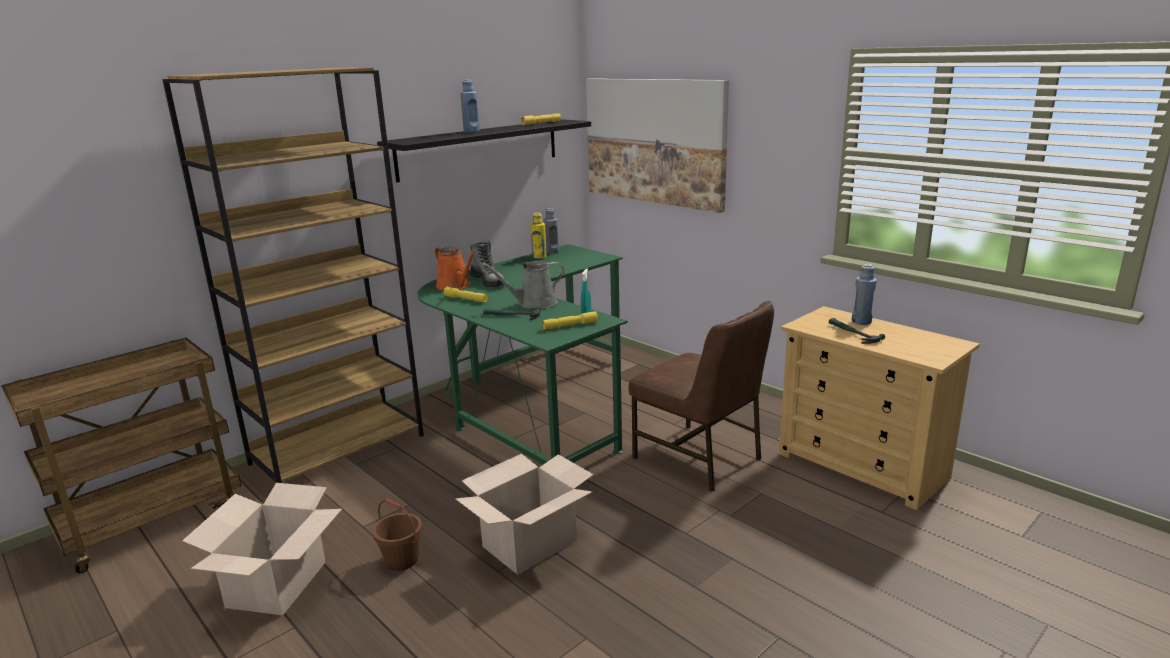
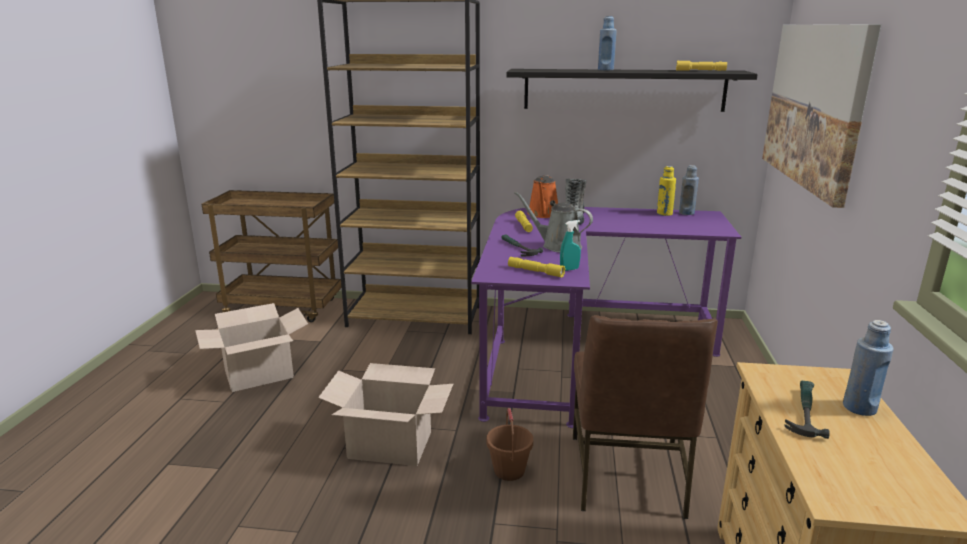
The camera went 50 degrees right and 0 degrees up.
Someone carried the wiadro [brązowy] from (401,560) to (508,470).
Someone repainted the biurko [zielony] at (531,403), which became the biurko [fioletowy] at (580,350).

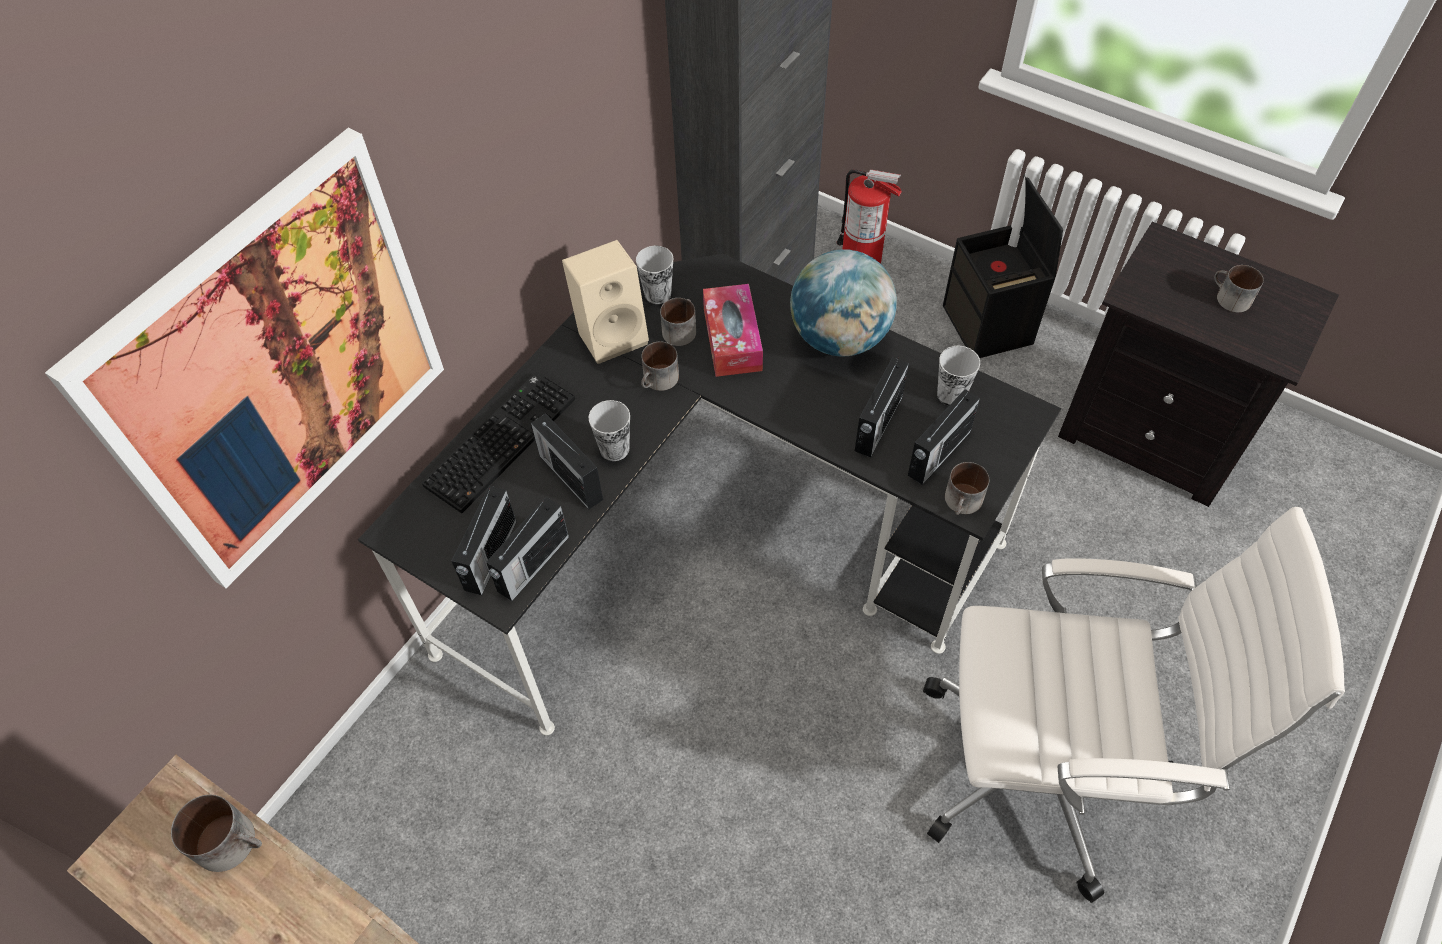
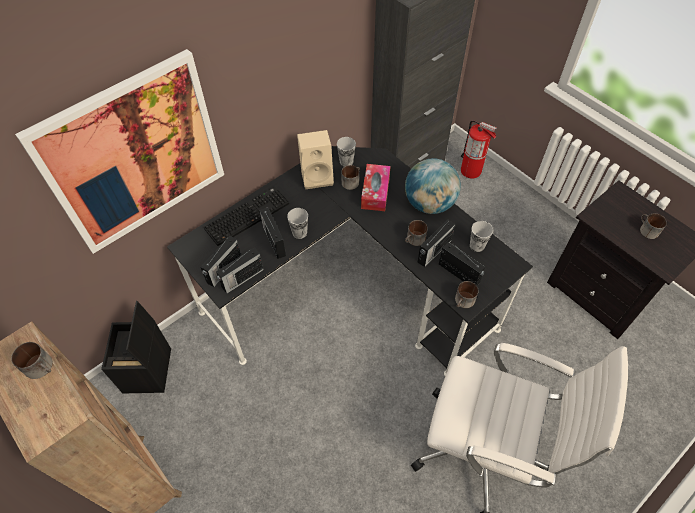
The camera went 15 degrees right and 0 degrees up.
Someone carried the kubek from (659,381) to (414,240).
Someone rotated the radio at (937,454) by 105 degrees counterclockwise.
Someone carried the pojemnik do przechowywania [czarny] from (989,326) to (148,371).

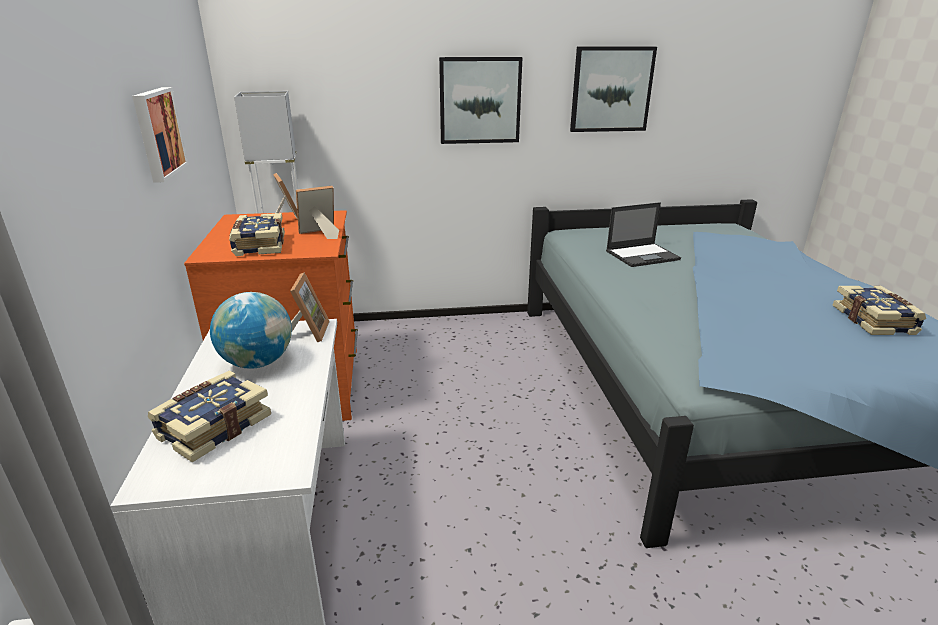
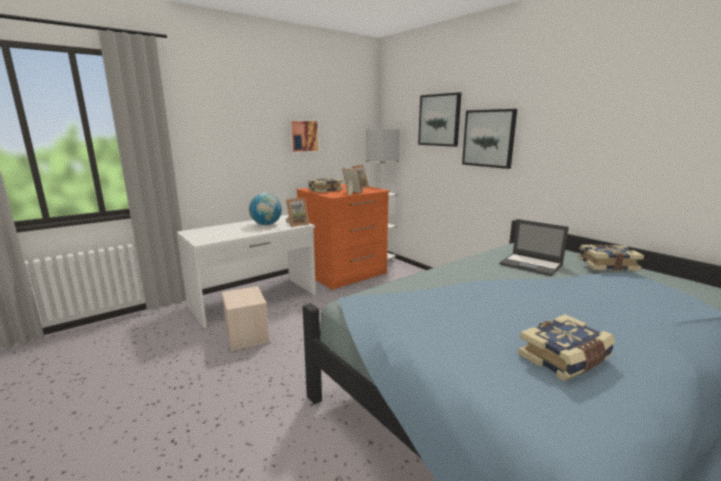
The camera went 60 degrees right and 10 degrees down.
Someone carried the książka from (213,426) to (607,265).
Someone carried the obraz from (611,89) to (439,120).
Someone put down the pojemnik do przechowywania [beżowy] at (246,335).

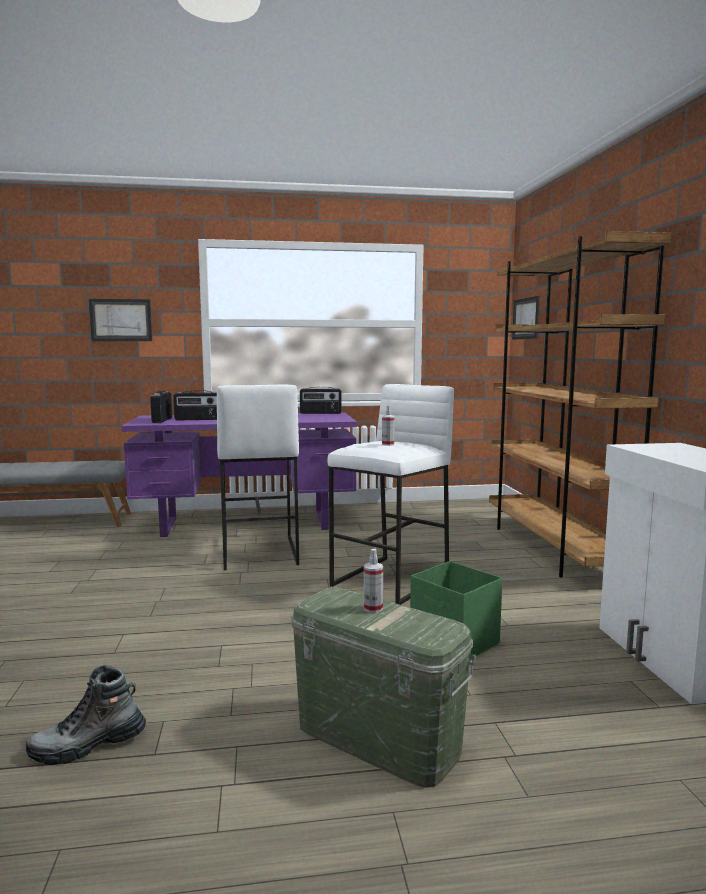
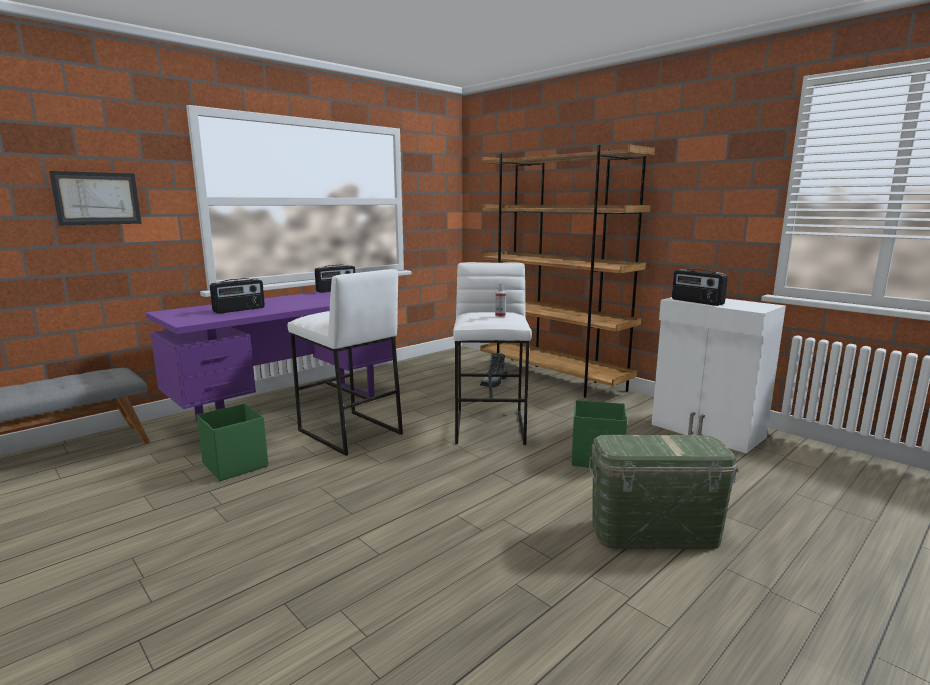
The camera went 35 degrees left and 5 degrees up.
Someone carried the but z cholewką from (88,745) to (494,382).
Someone carried the radio from (161,420) to (696,302).
Someone took away the spryskiwacz at (373,608).
Someone took away the obraz at (526,318).
Someone put down the pojemnik do przechowywania [zielony] at (235,464).

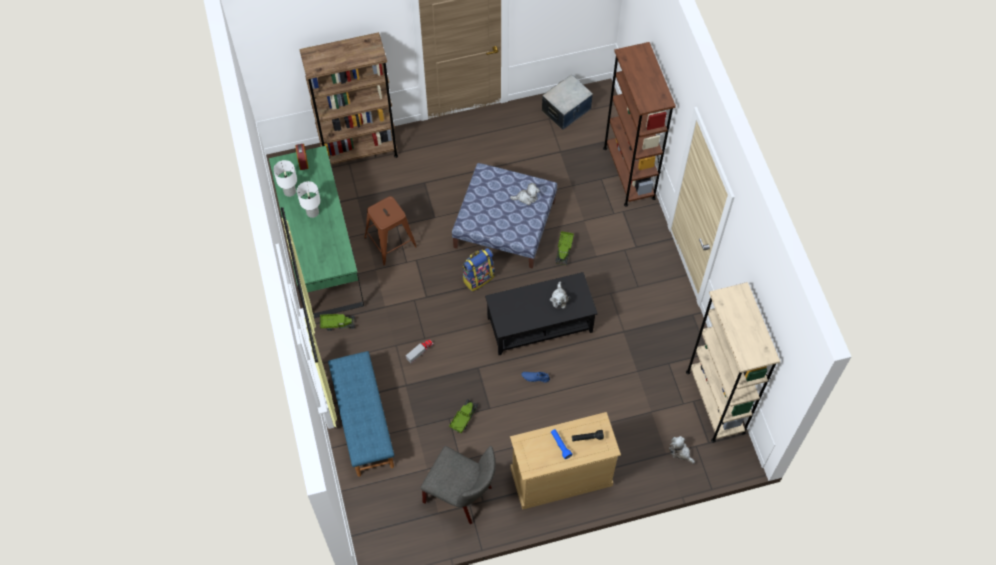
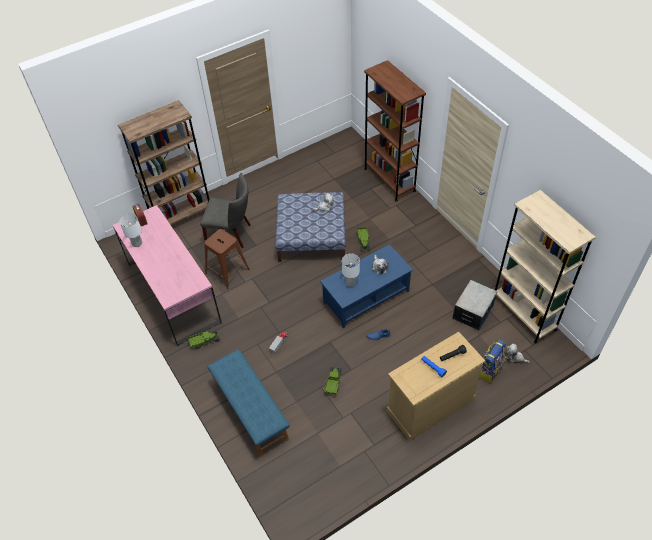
The camera went 15 degrees left and 10 degrees down.
Someone repainted the biurko [zielony] at (321,250), which became the biurko [różowy] at (173,292).
Someone carried the lampa stołowa [biały] from (313,212) to (351,282).
Someone carried the krzesło [szary] from (462,495) to (231,234).
Someone carried the plecak from (478,278) to (489,370).
Someone repainted the ława [czarny] at (539,324), which became the ława [niebieski] at (366,297).
Someone carried the pojemnik do przechowywania from (566,110) to (473,312).

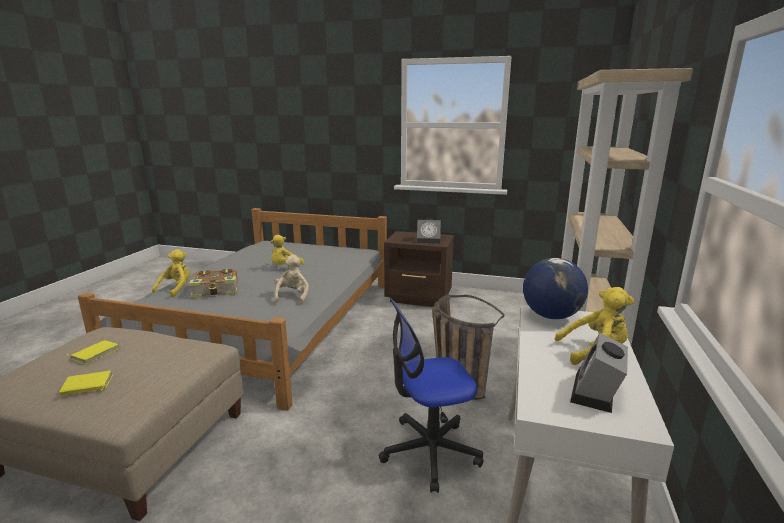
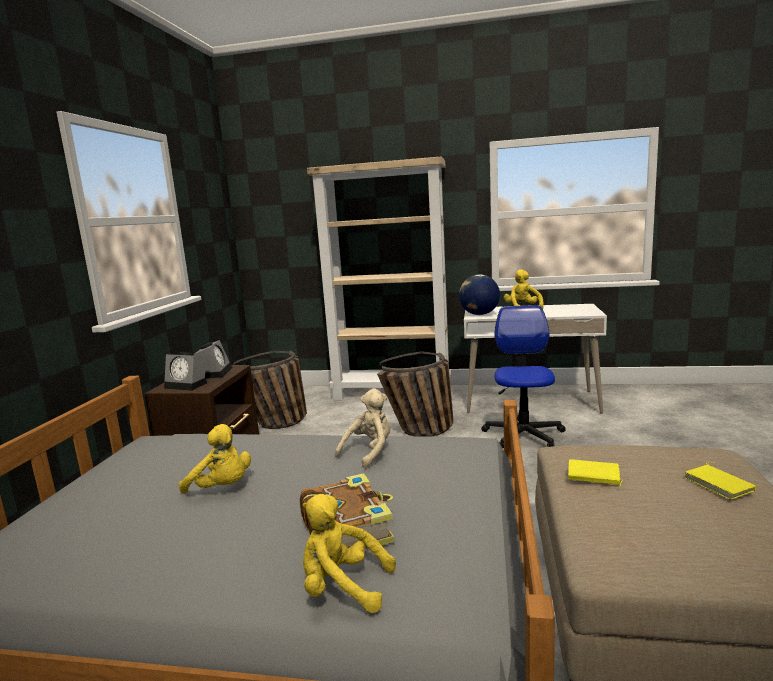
The camera went 95 degrees left and 5 degrees down.
Someone carried the książka [żółty] from (95,353) to (593,476).
Someone rotated the pluszak [beżowy] at (292,296) by 135 degrees clockwise.
Someone rotated the krzesło biurowe at (429,451) by 150 degrees counterclockwise.
Someone carried the budzik from (596,394) to (188,385).
Someone put down the koszyk at (277,425).

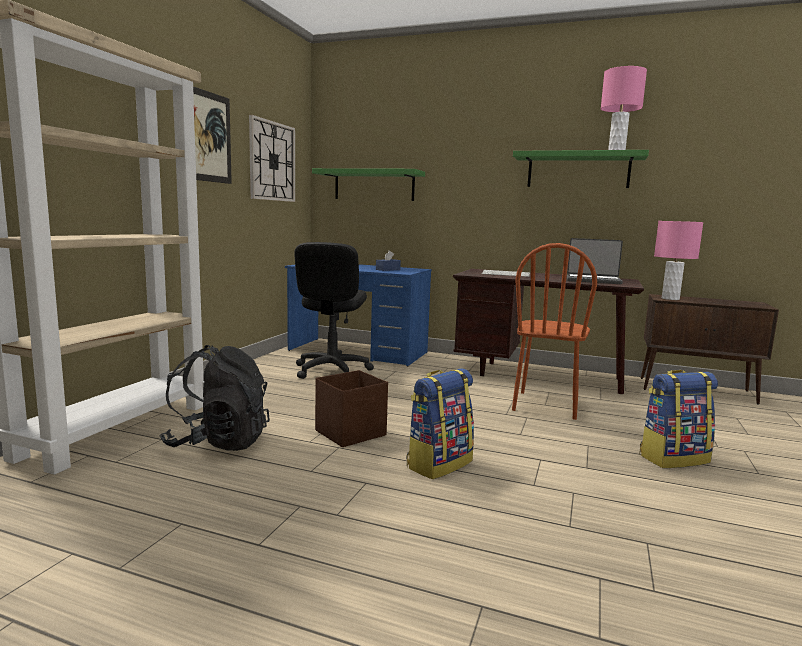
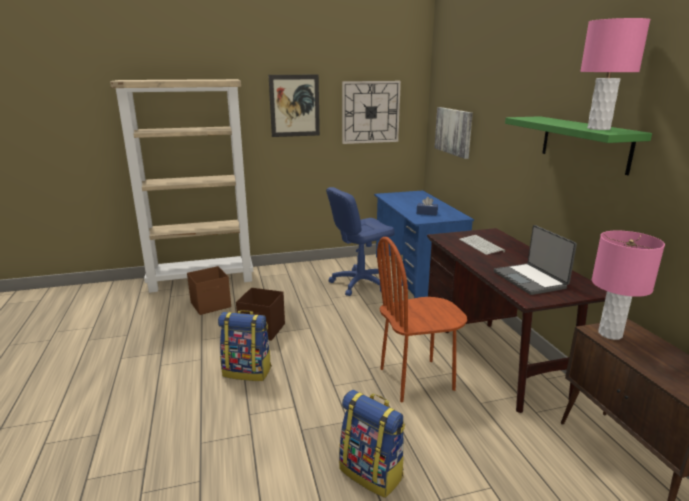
The camera went 55 degrees right and 10 degrees up.
Someone swapped the plecak [czarny] at (218,442) for the pojemnik do przechowywania [brązowy] at (211,305).
Someone repainted the krzesło biurowe [czarny] at (331,370), which became the krzesło biurowe [niebieski] at (360,283).
Someone swapped the półka [zielony] at (374,185) for the obraz at (454,131).

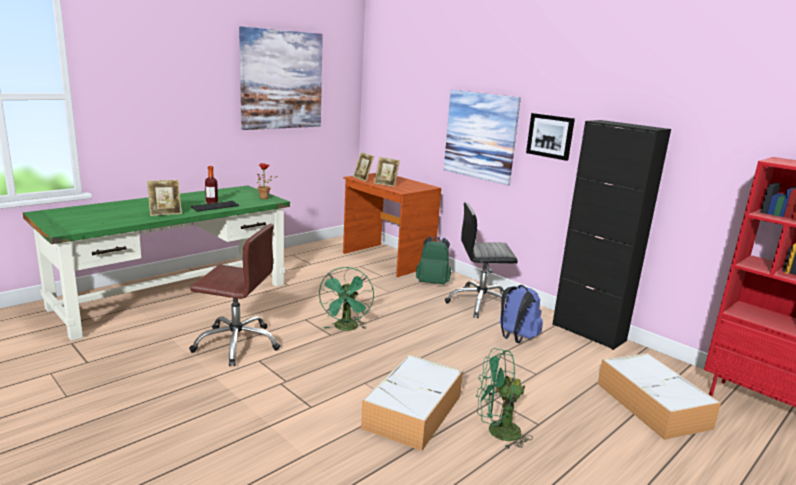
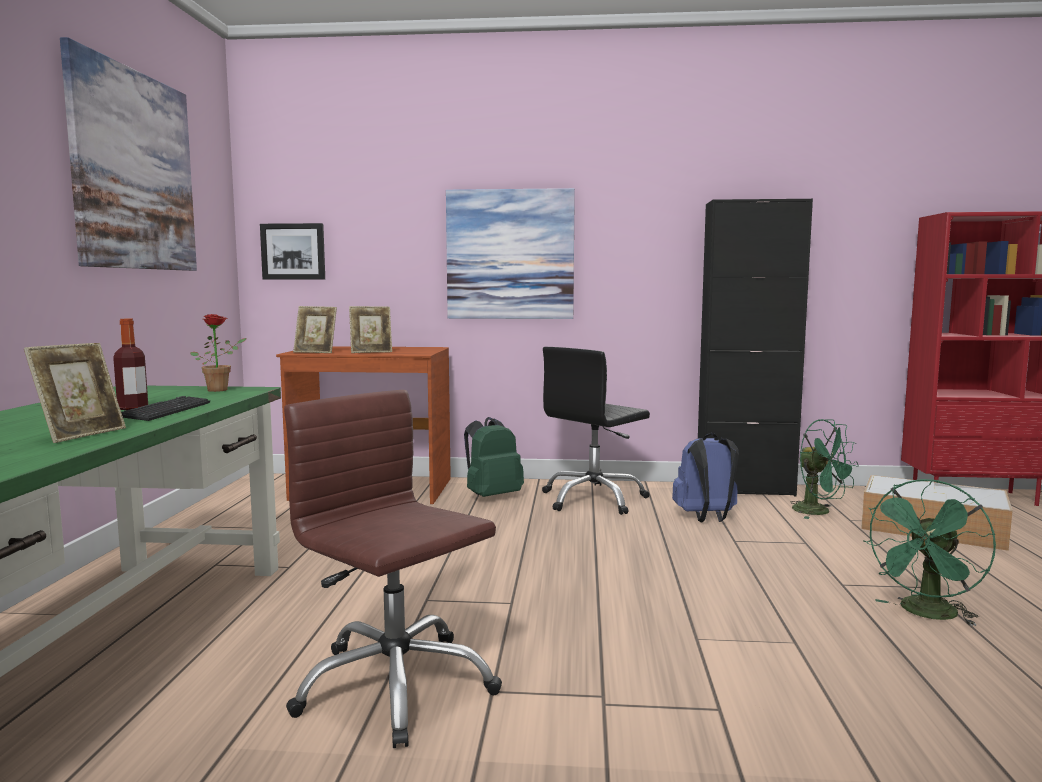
The camera went 40 degrees left and 10 degrees down.
Someone rotated the krzesło biurowe [brązowy] at (237,343) by 105 degrees counterclockwise.
Someone carried the wentylator [zielony] from (346,328) to (819,512).
Someone took away the pojemnik do przechowywania at (413,412).
Someone carried the obraz from (550,136) to (293,251).

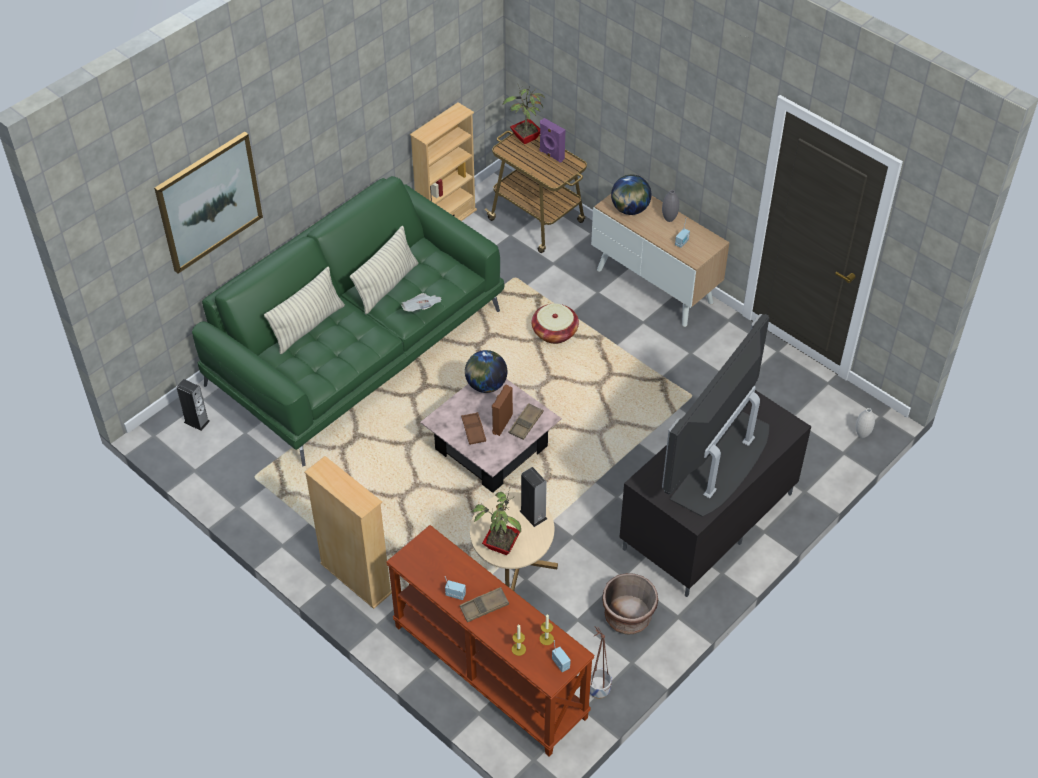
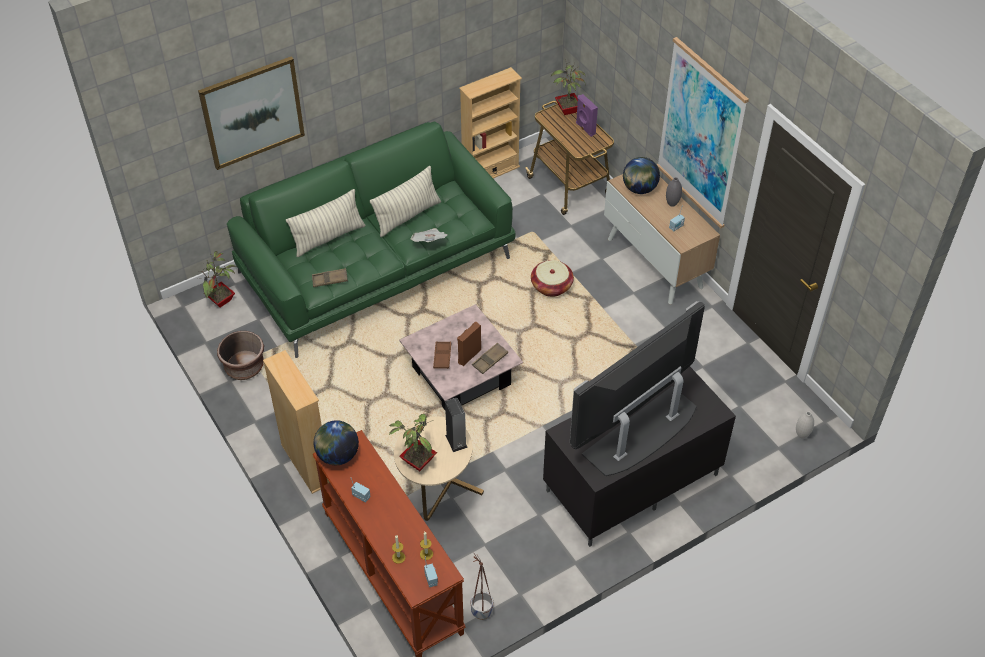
The camera went 15 degrees right and 0 degrees up.
Someone swapped the głośnik at (197,421) for the roślina doniczkowa at (222,301).
Someone carried the taca [brązowy] from (484,607) to (330,280).
Someone carried the globus from (486,385) to (337,455).
Someone carried the donica [brązowy] from (627,617) to (244,367).
Someone put up the obraz at (700,134).

